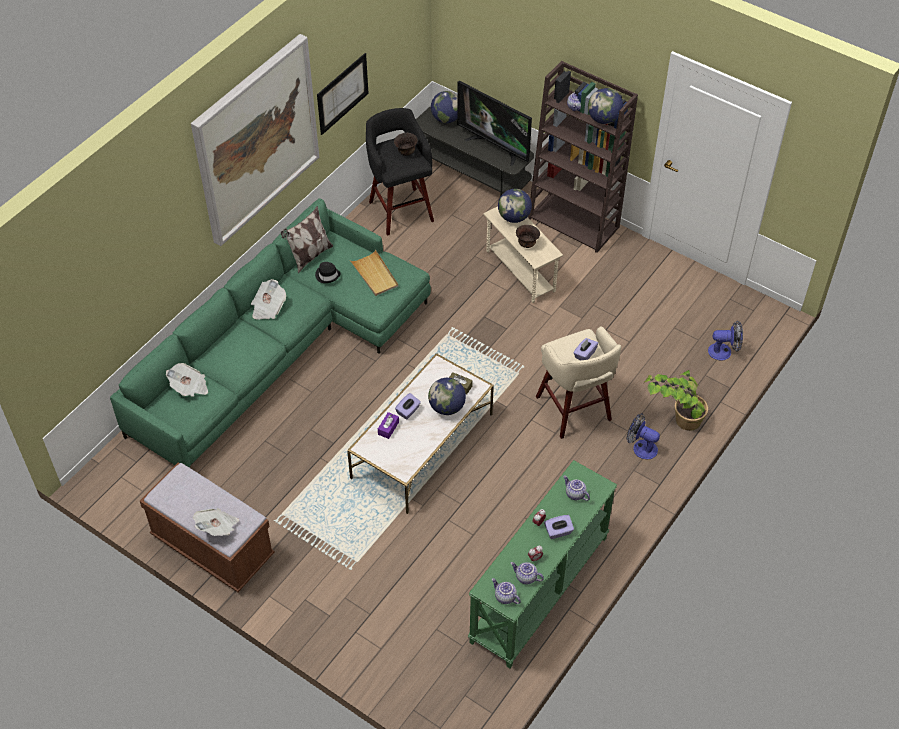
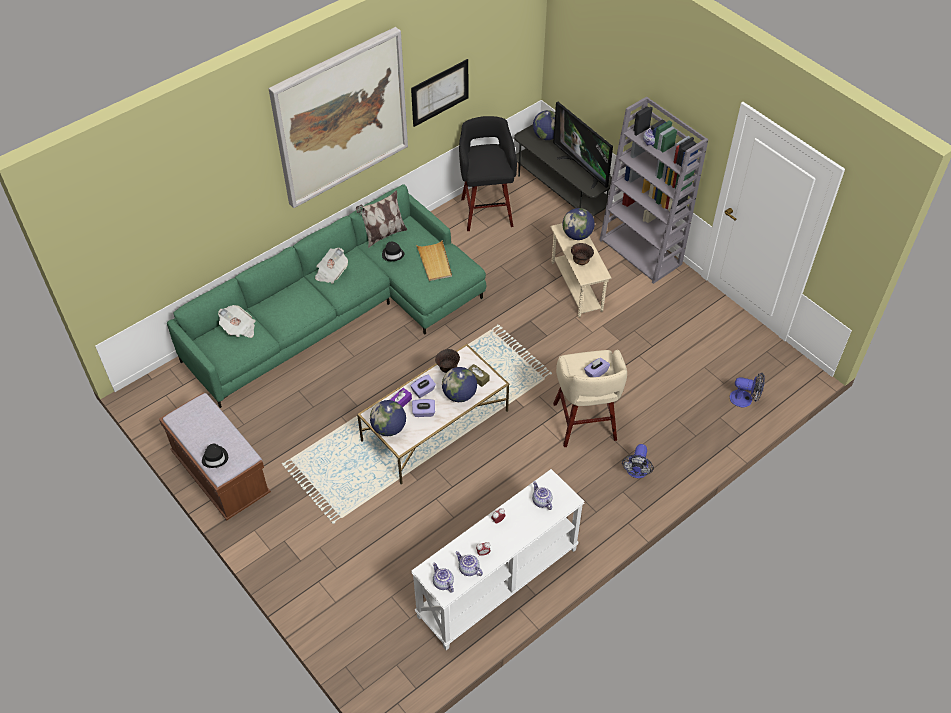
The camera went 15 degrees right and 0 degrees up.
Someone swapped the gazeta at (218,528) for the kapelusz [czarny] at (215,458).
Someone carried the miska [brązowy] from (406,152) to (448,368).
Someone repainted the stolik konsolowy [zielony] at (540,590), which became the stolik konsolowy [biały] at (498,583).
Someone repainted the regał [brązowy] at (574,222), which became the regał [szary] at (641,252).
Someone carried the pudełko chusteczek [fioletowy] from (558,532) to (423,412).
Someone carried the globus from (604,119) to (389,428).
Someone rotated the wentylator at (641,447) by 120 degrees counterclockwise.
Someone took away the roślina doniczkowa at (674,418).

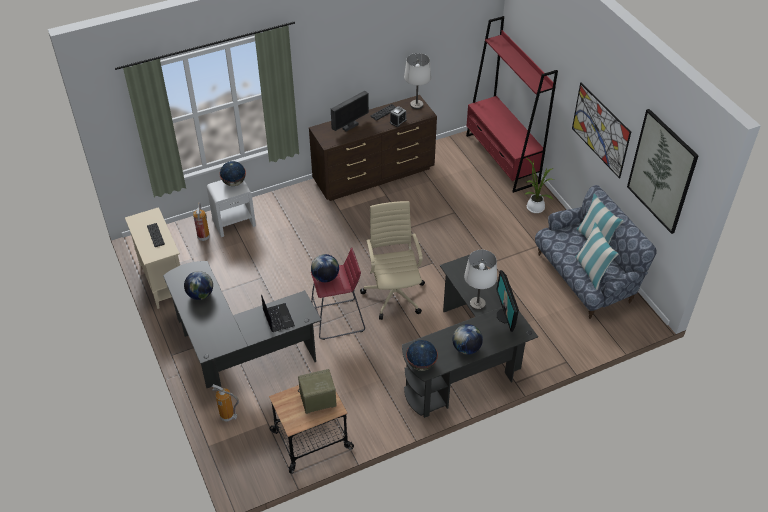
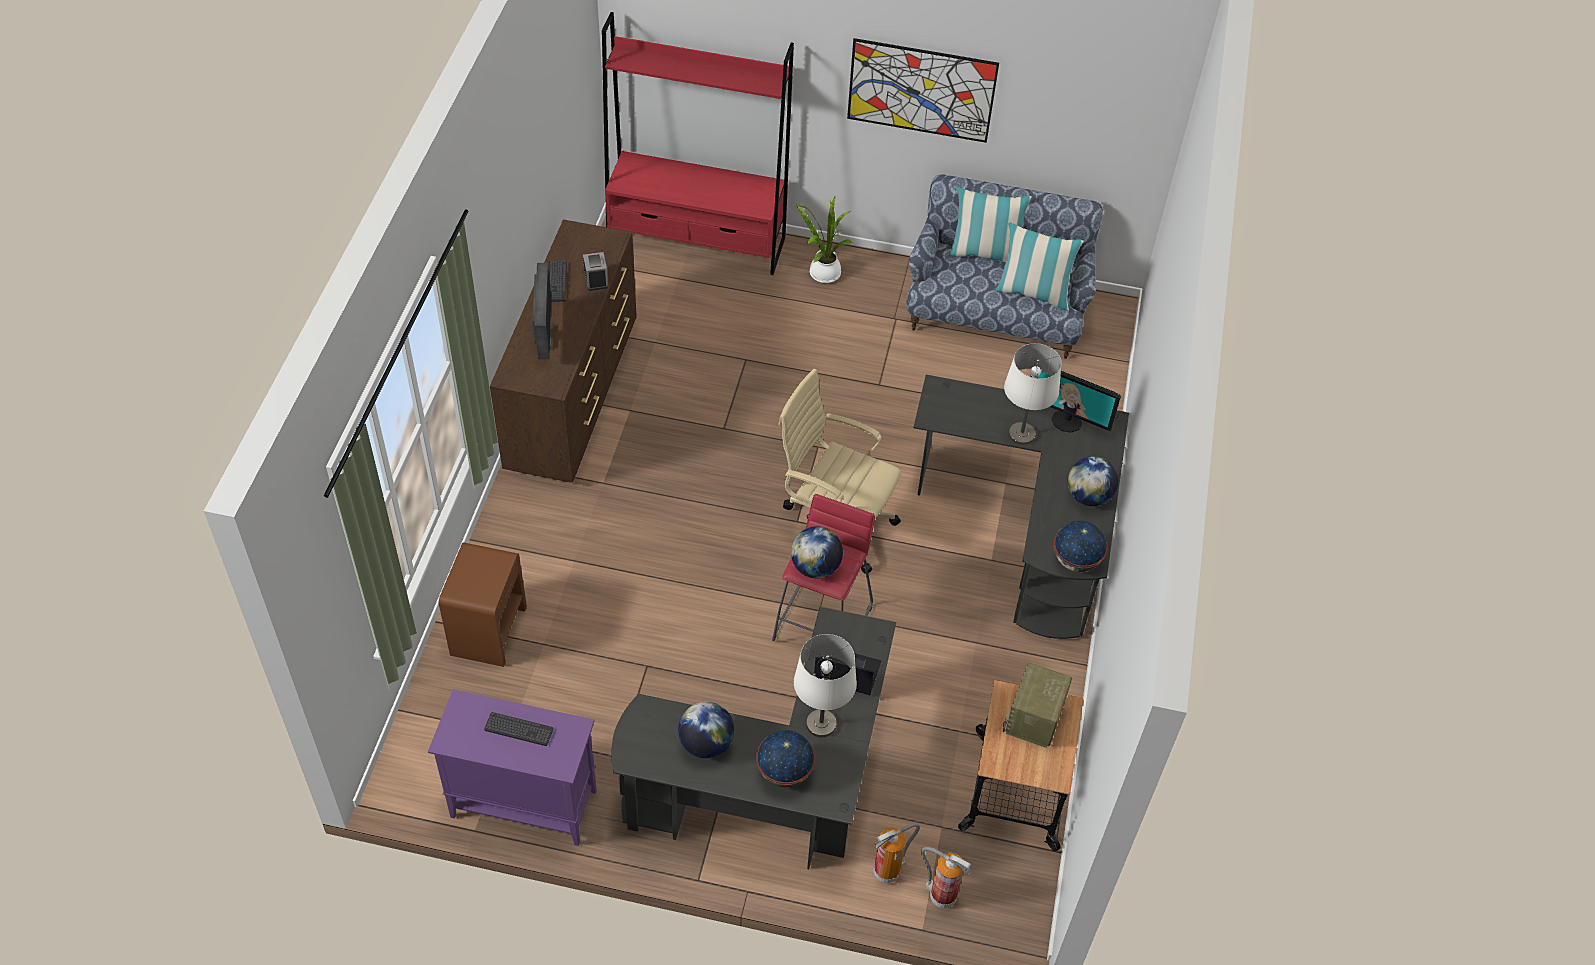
The camera went 55 degrees left and 5 degrees up.
Someone repainted the szafka [beżowy] at (163,281), which became the szafka [fioletowy] at (522,803).
Someone carried the gaśnica from (203,236) to (941,896).
Someone repainted the szafka nocna [biały] at (234,222), which became the szafka nocna [brązowy] at (489,630).
Someone carried the globus from (234,183) to (784,772).
Someone carried the lampa stołowa [biały] from (416,105) to (821,724).
Someone took away the obraz at (661,171).

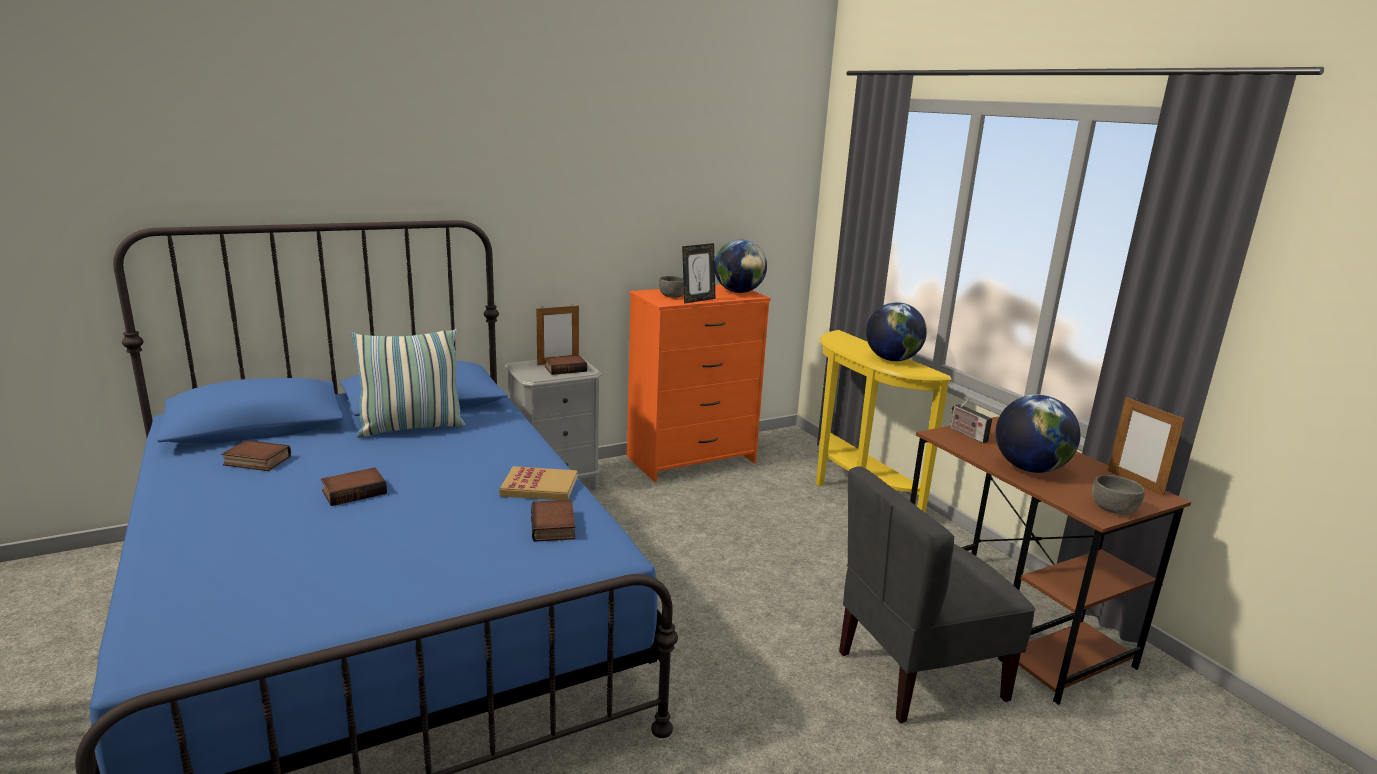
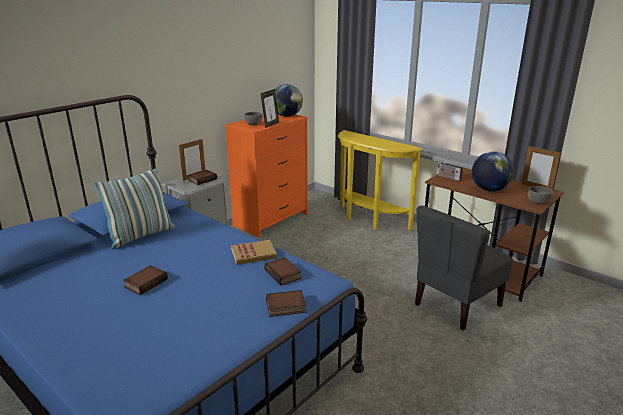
The camera went 20 degrees left and 5 degrees up.
Someone carried the książka from (255,461) to (285,307).
Someone took away the globus at (892,359).

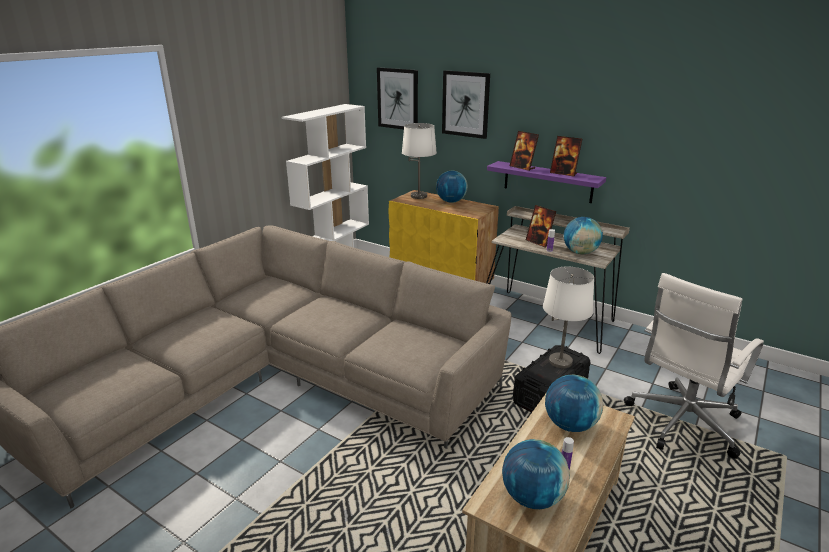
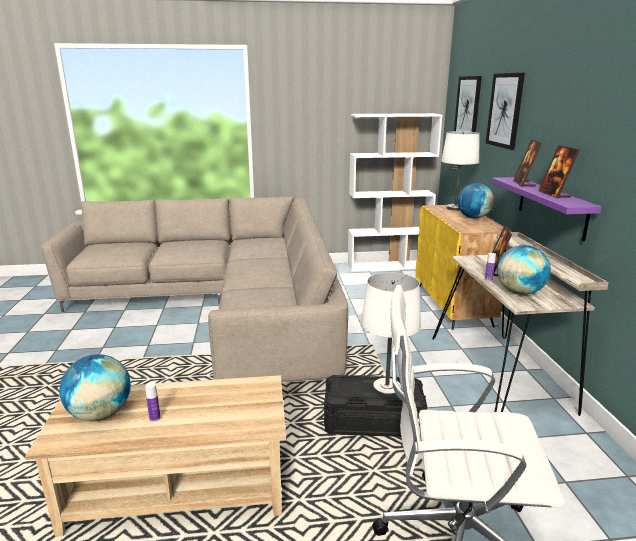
The camera went 50 degrees right and 5 degrees down.
Someone took away the globus at (570,425).

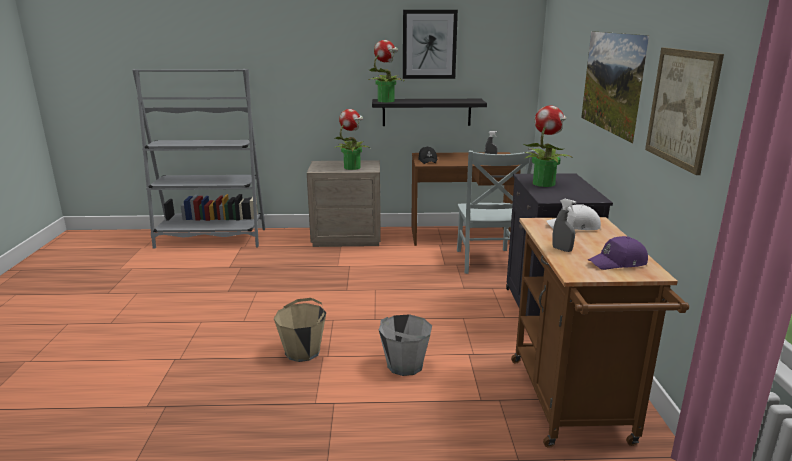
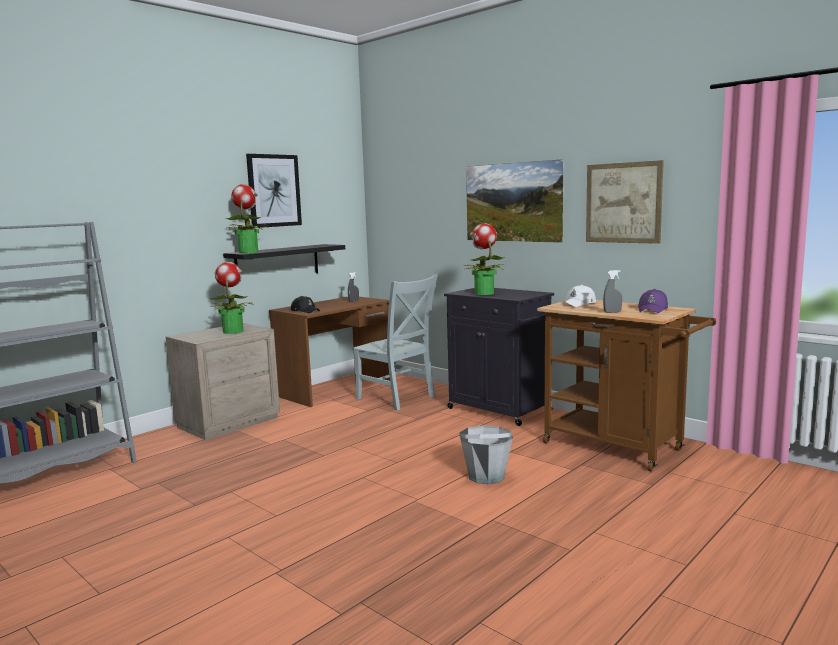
The camera went 45 degrees left and 10 degrees down.
Someone took away the wiadro [beżowy] at (303,351).

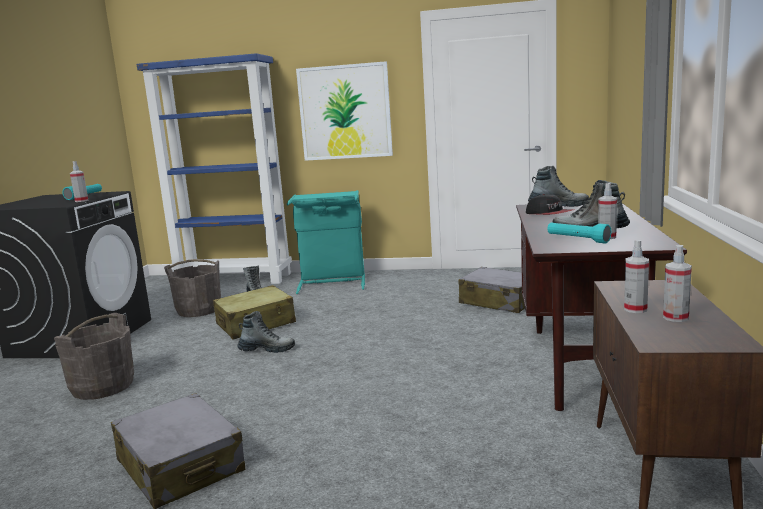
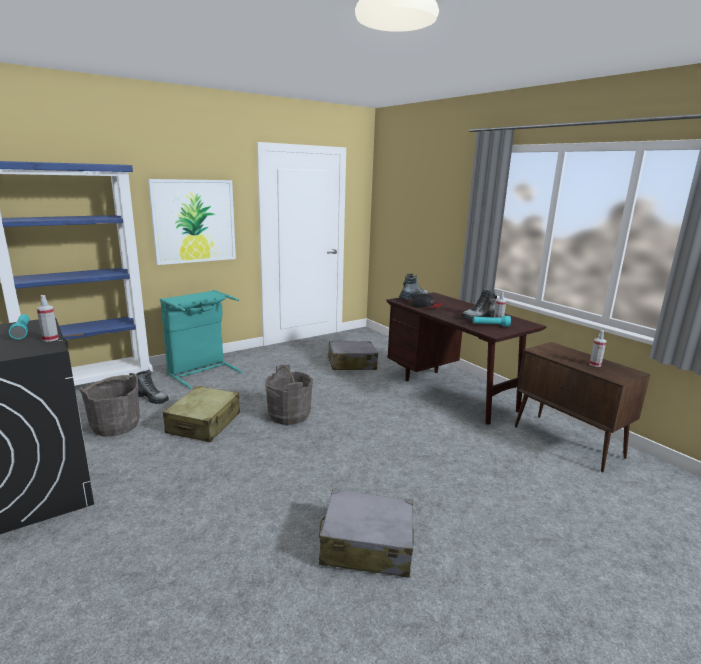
The camera went 45 degrees left and 5 degrees up.
Someone carried the wiadro [szary] from (102,386) to (289,415).
Someone took away the but z cholewką at (267,349).
Someone took away the spryskiwacz at (635,309).

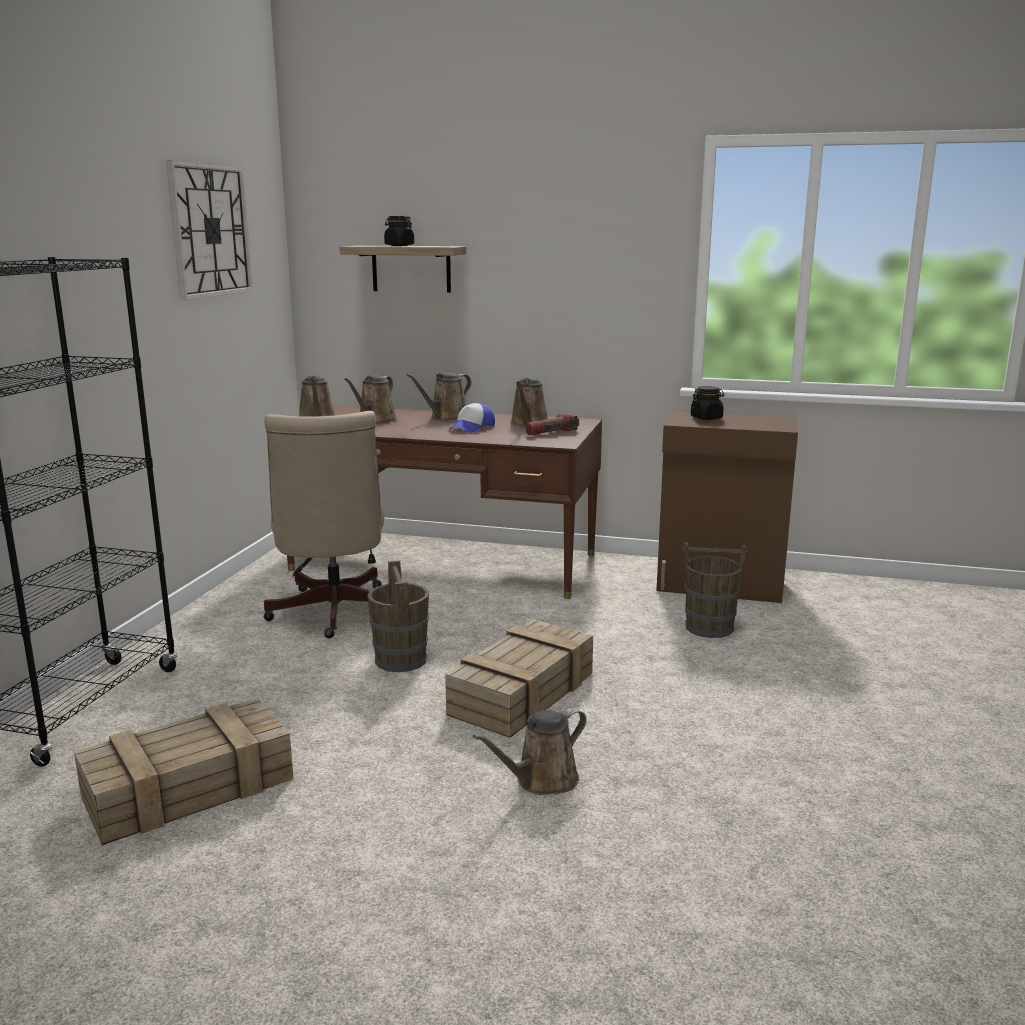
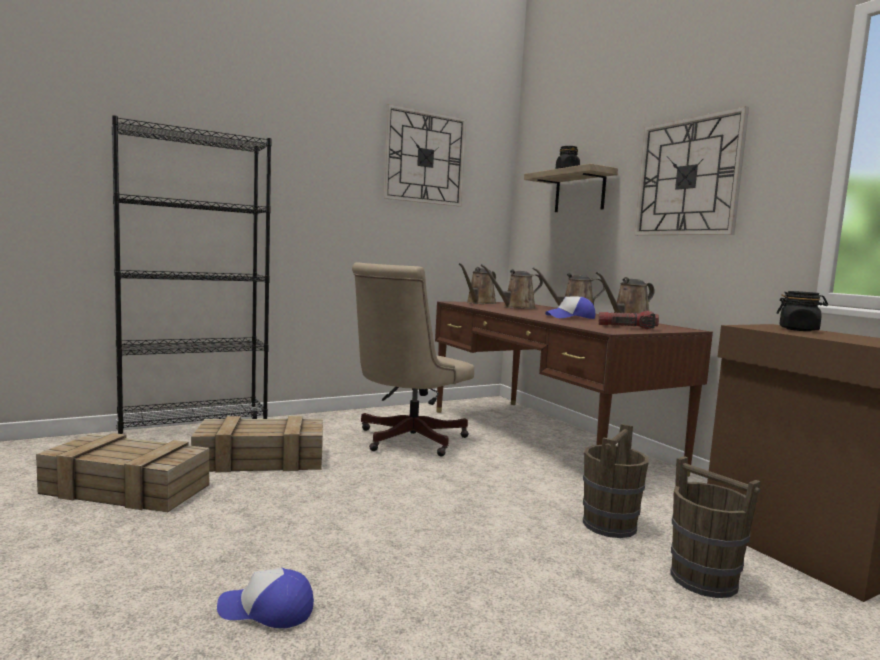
The camera went 45 degrees right and 10 degrees down.
Someone carried the wiadro [brązowy] from (401,660) to (609,525).
Someone carried the skrzynka from (523,692) to (263,459).
Someone swapped the konewka [brązowy] at (541,781) for the czapka z daszkiem at (267,610).
Someone put up the zegar ścienny at (687,177).

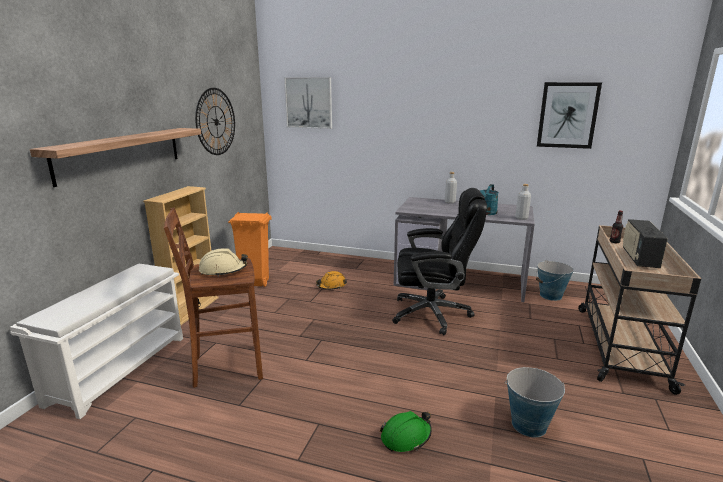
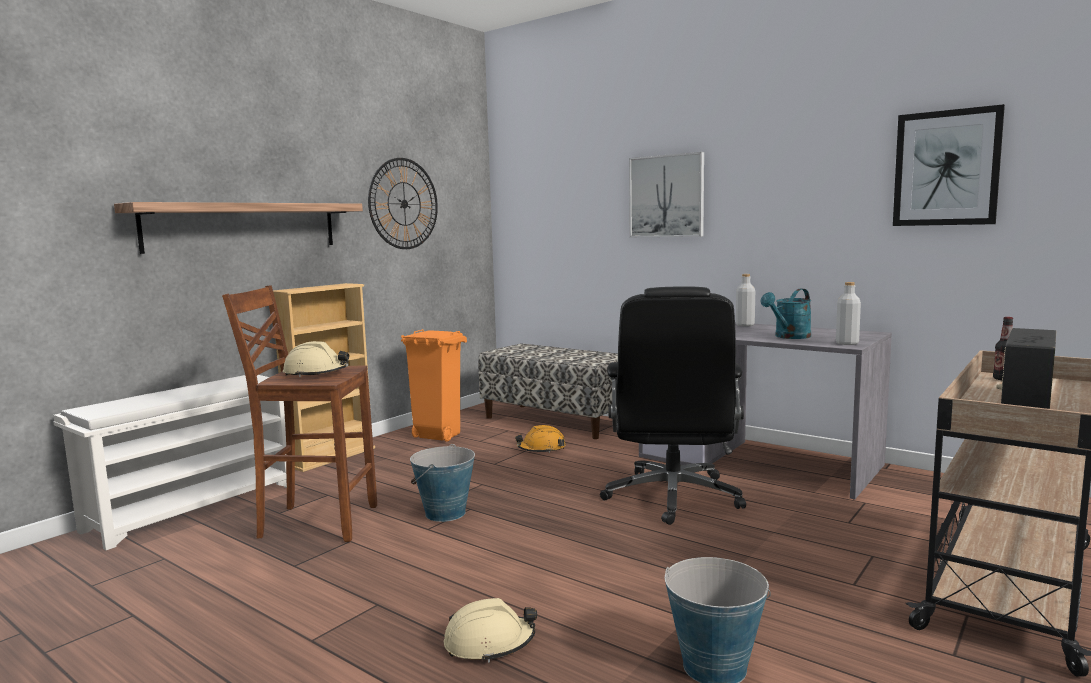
The camera went 20 degrees right and 10 degrees down.
Someone carried the obraz from (309,103) to (666,196).
Someone repainted the kask [zielony] at (406,437), which became the kask [beżowy] at (489,643).
Someone rotated the krzesło biurowe [czarny] at (432,314) by 75 degrees clockwise.
Someone carried the wiadro from (550,296) to (445,513).
Someone put down the ławka at (556,421).

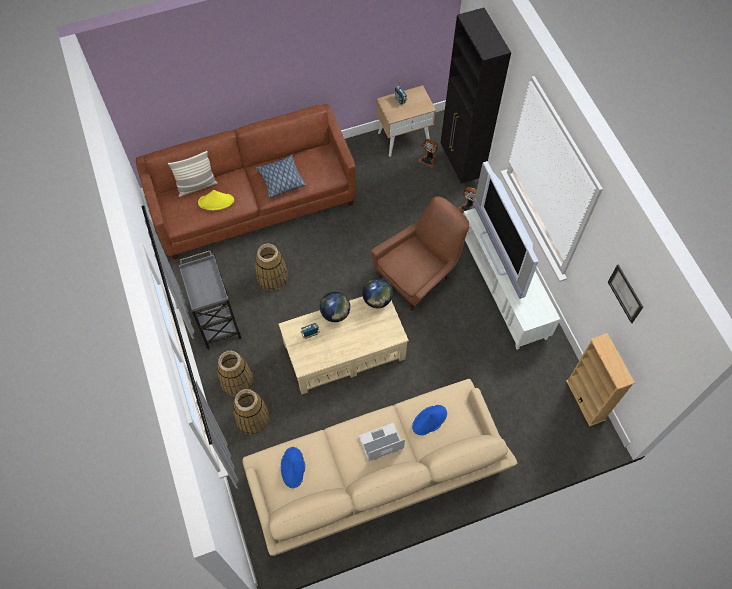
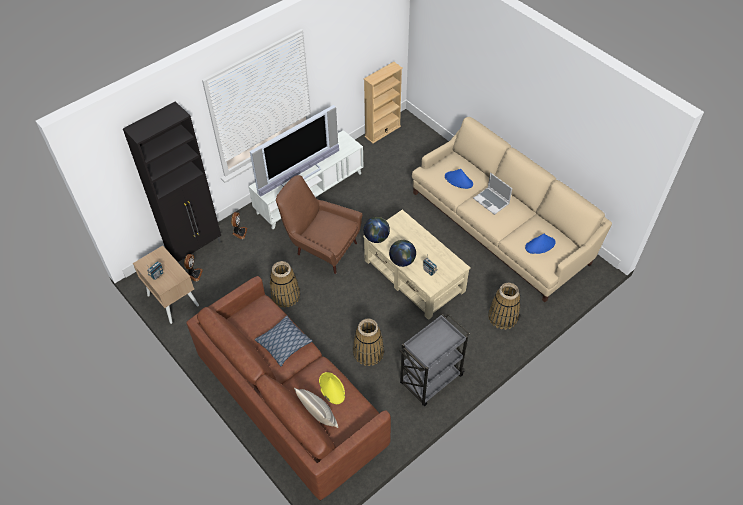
The camera went 110 degrees left and 10 degrees down.
Someone carried the koszyk from (237,380) to (285,295).
Someone took away the obraz at (625,293).

